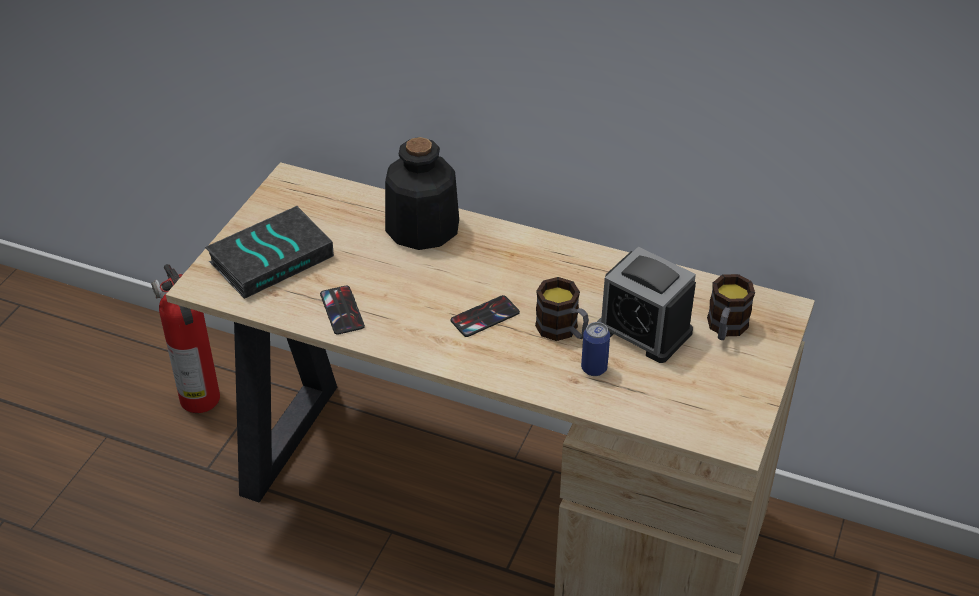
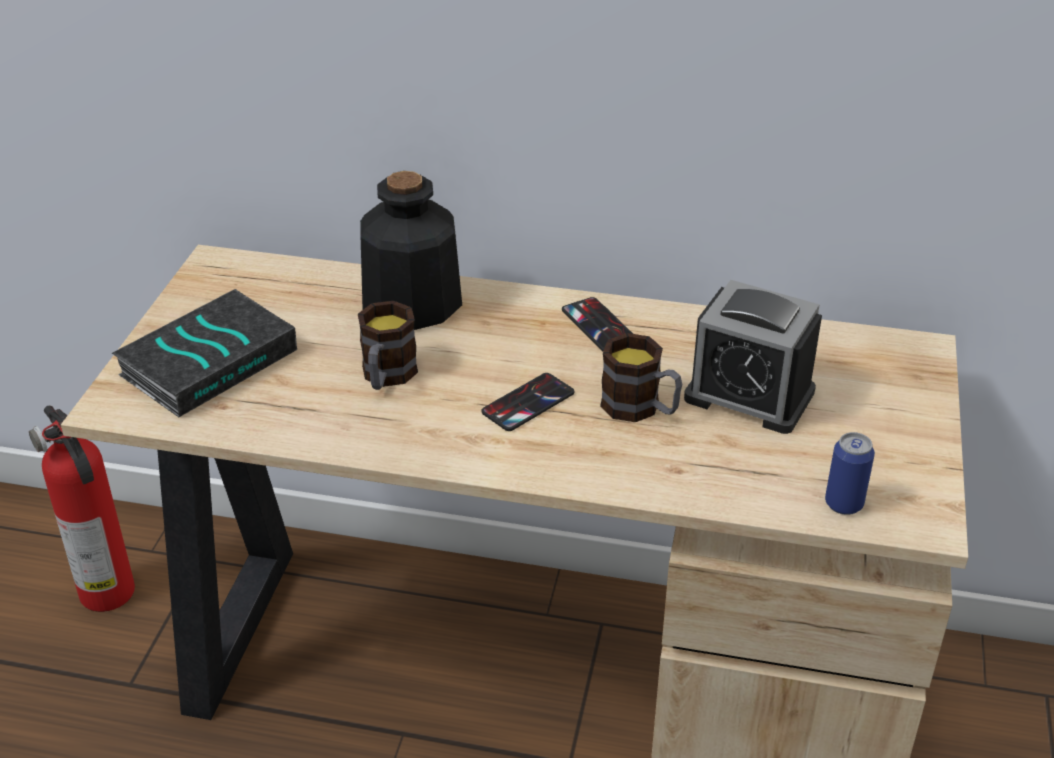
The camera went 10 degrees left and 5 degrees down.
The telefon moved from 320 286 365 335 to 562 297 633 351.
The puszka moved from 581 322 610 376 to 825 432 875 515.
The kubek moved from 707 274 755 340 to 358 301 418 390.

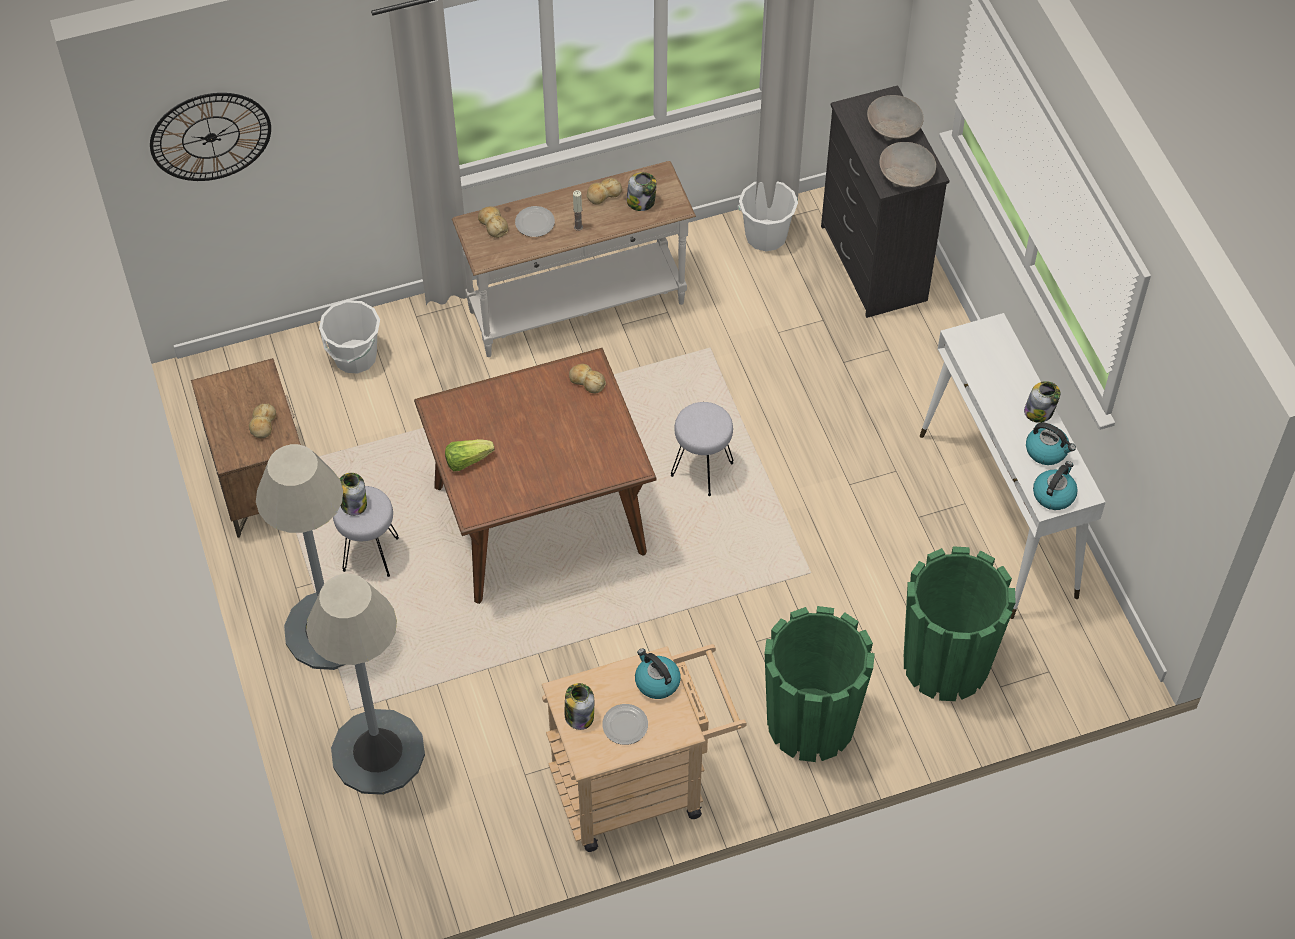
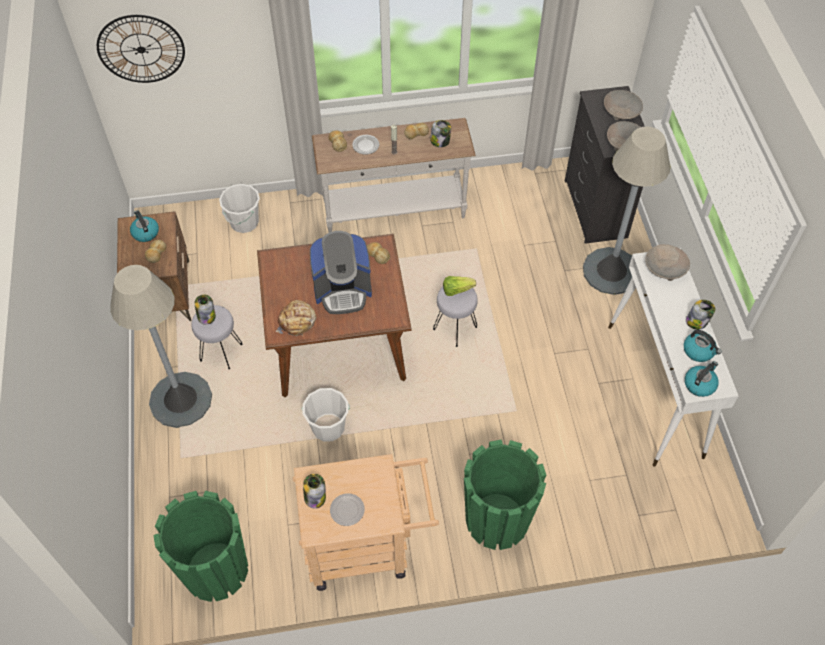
The camera went 10 degrees right and 0 degrees up.
The chleb at 276 300 316 336 appeared.
The ekspres do kawy at 310 231 372 314 appeared.
The miska [beżowy] at 645 244 690 281 appeared.
The lampa stojąca [szary] moved from 306 574 425 795 to 583 127 670 295.
The sałata moved from 445 439 495 471 to 443 276 476 296.
The czajnik moved from 635 649 681 699 to 130 210 159 242.
The wiadro [biały] moved from 737 181 798 251 to 302 388 350 442.
The donica [zielony] moved from 904 546 1016 701 to 153 491 248 602.

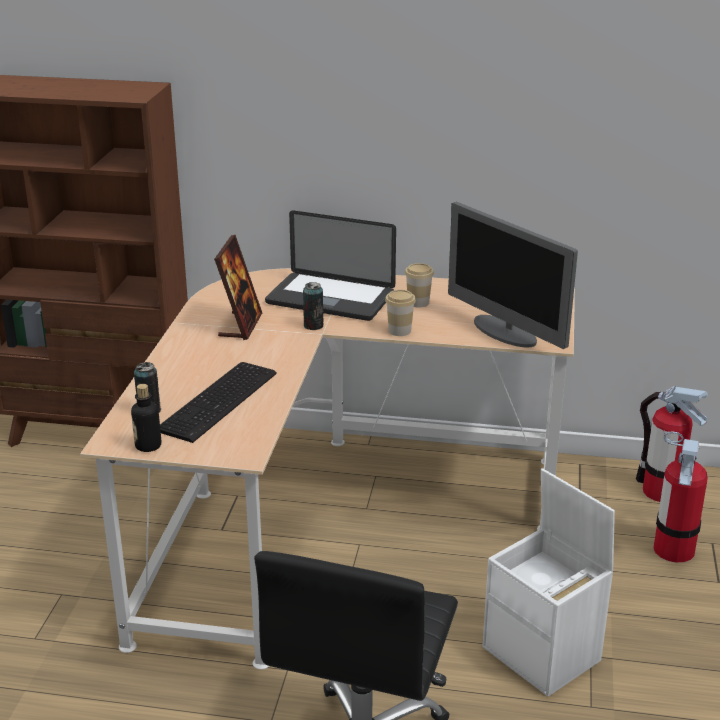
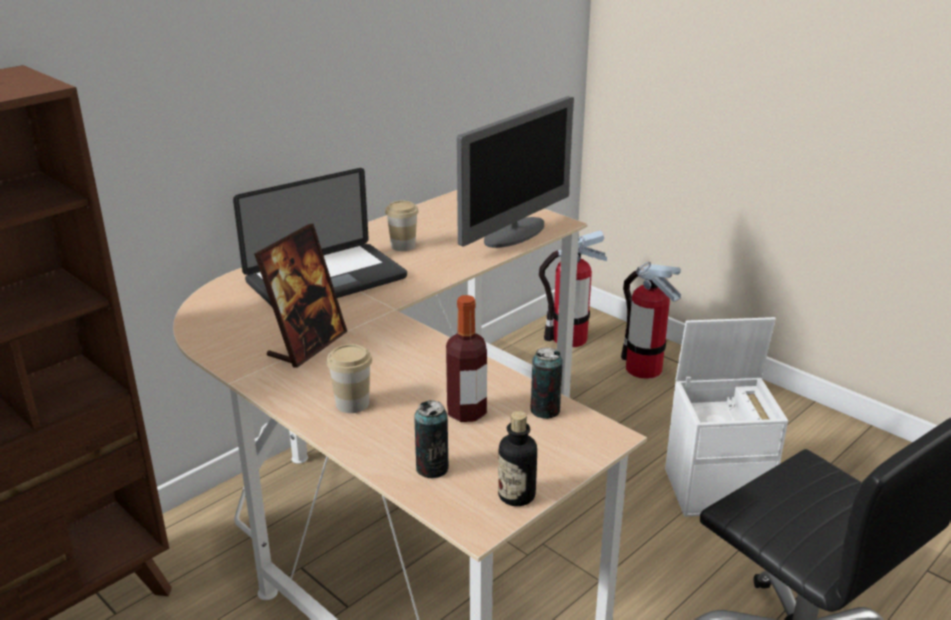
The camera went 55 degrees left and 0 degrees up.
The puszka moved from 303 282 323 330 to 530 347 563 419.
The filiżanka moved from 385 290 416 336 to 327 344 372 413.
The klawiatura at 160 362 277 443 was replaced by the butelka at 446 295 487 422.
The ramka na zdjęcie at 214 235 262 340 turned 75 degrees clockwise.
The monitor at 448 202 578 349 turned 45 degrees counterclockwise.

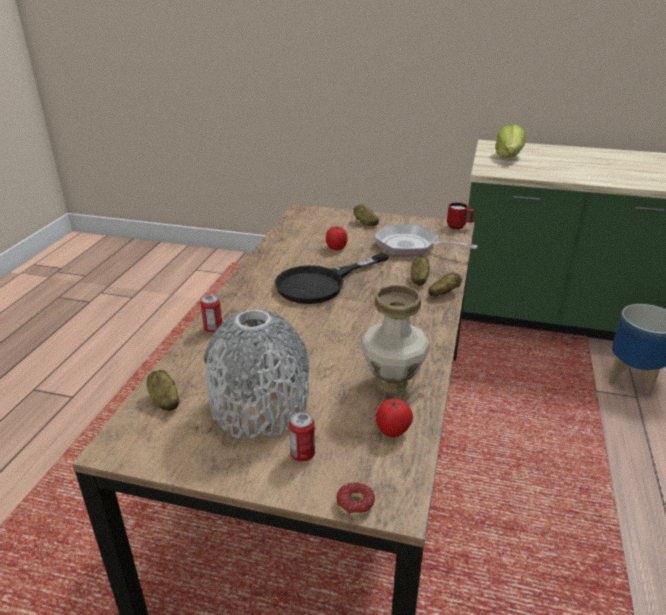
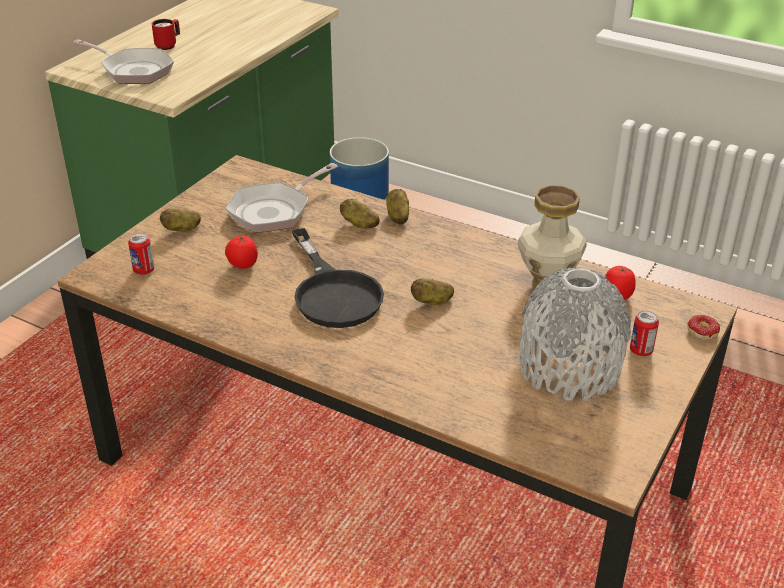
The camera went 75 degrees left and 5 degrees up.
The ziemniak moved from 146 370 179 411 to 411 278 454 305.
The puszka moved from 201 295 222 333 to 128 233 154 275.
The kubek [czerwony] moved from 447 202 474 229 to 152 19 180 50.
The sałata at 495 124 525 158 was replaced by the patelnia at 73 39 174 84.

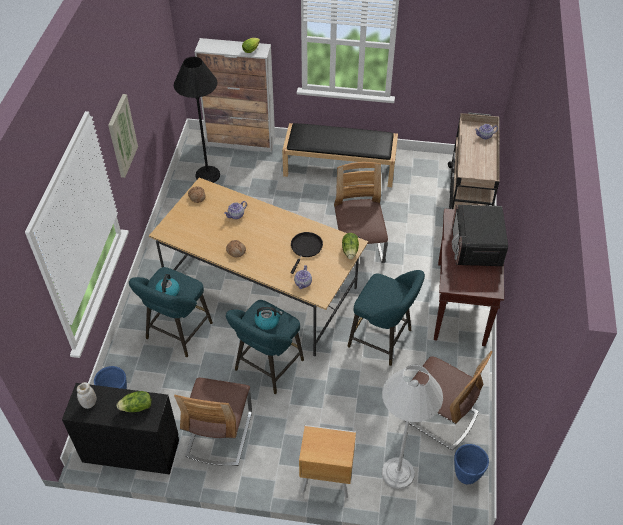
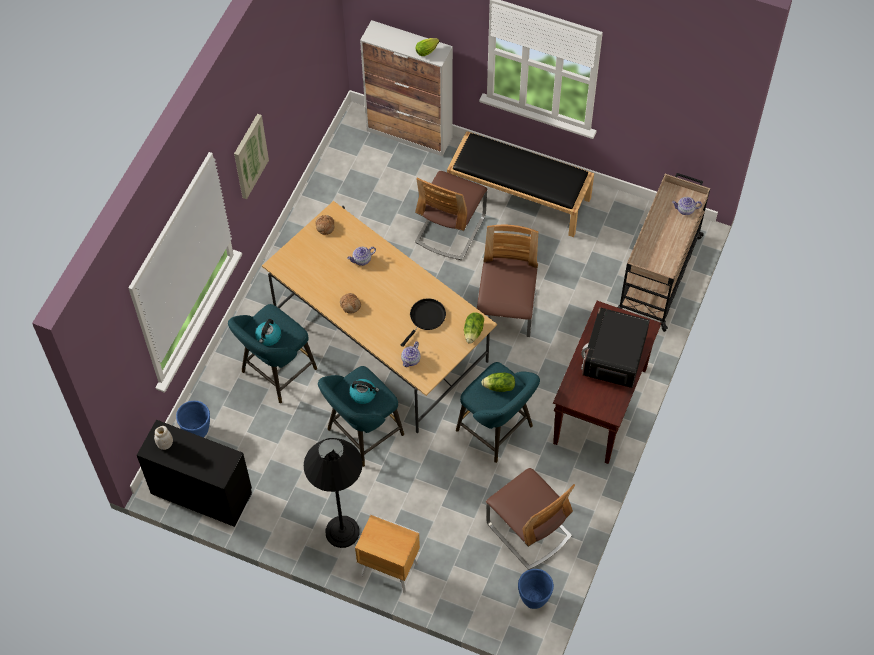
The camera went 15 degrees right and 10 degrees up.
The lampa stojąca [biały] at 382 364 443 489 disappeared.
The sałata moved from 117 391 152 412 to 481 373 515 392.
The lampa stojąca [czarny] moved from 174 57 220 183 to 304 438 363 548.
The krzesło moved from 174 378 252 466 to 415 171 487 260.

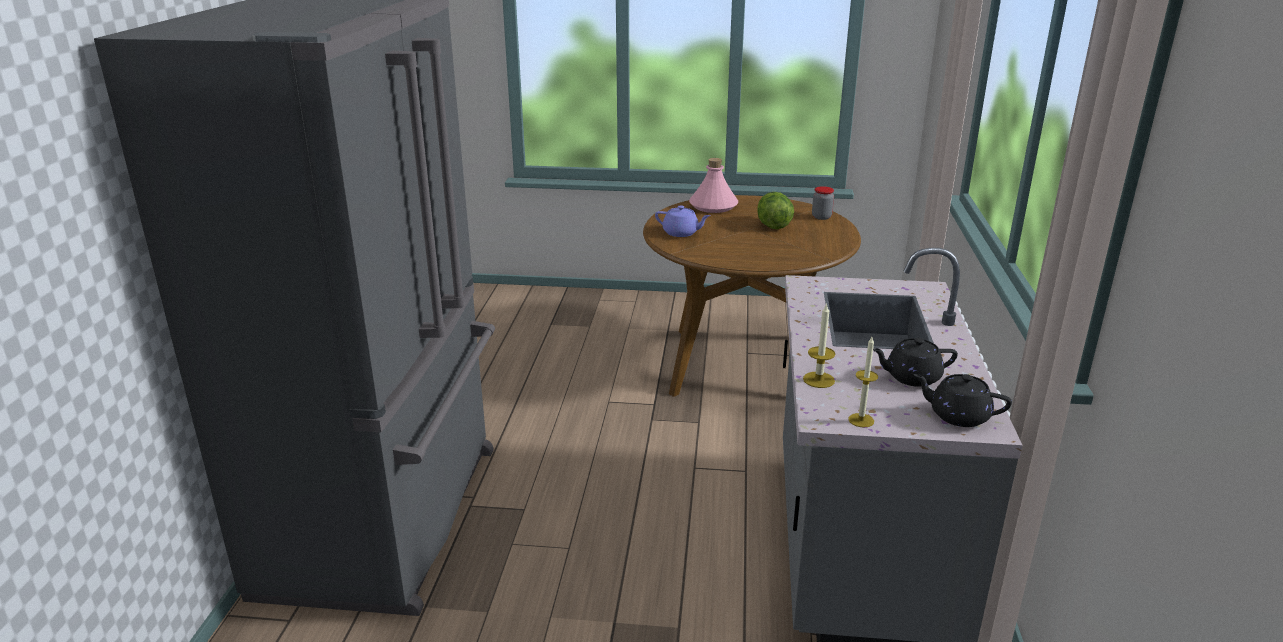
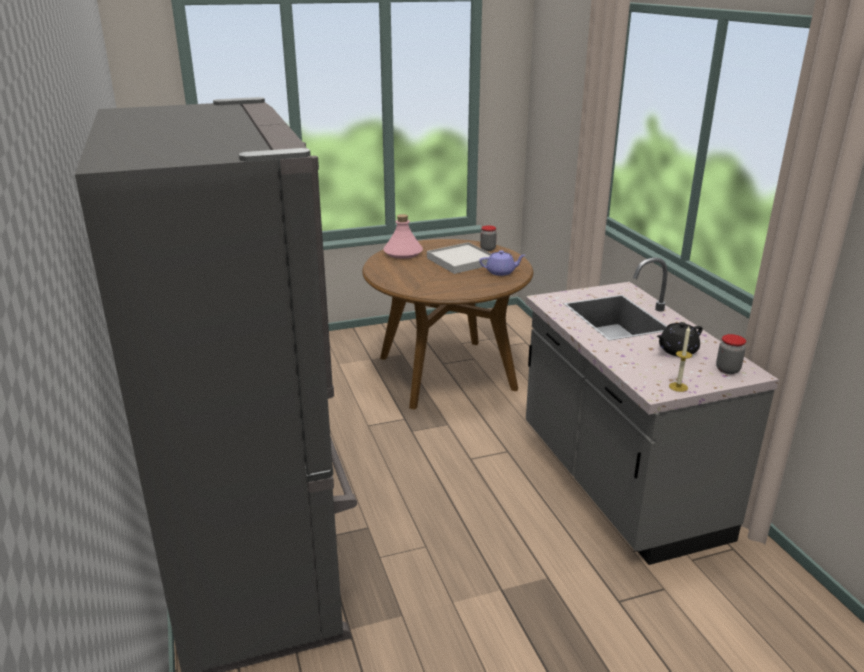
The camera went 25 degrees left and 0 degrees up.
The świeca at 803 303 836 388 disappeared.
The imbryk [fioletowy] moved from 655 205 711 237 to 479 250 525 276.
The sałata at 757 192 794 229 was replaced by the taca [biały] at 427 242 491 274.
The imbryk [czarny] at 913 374 1012 427 was replaced by the słoik at 716 334 746 374.

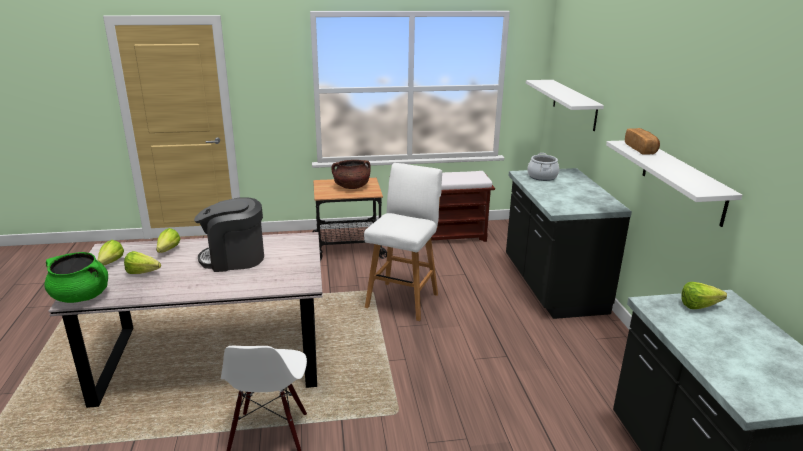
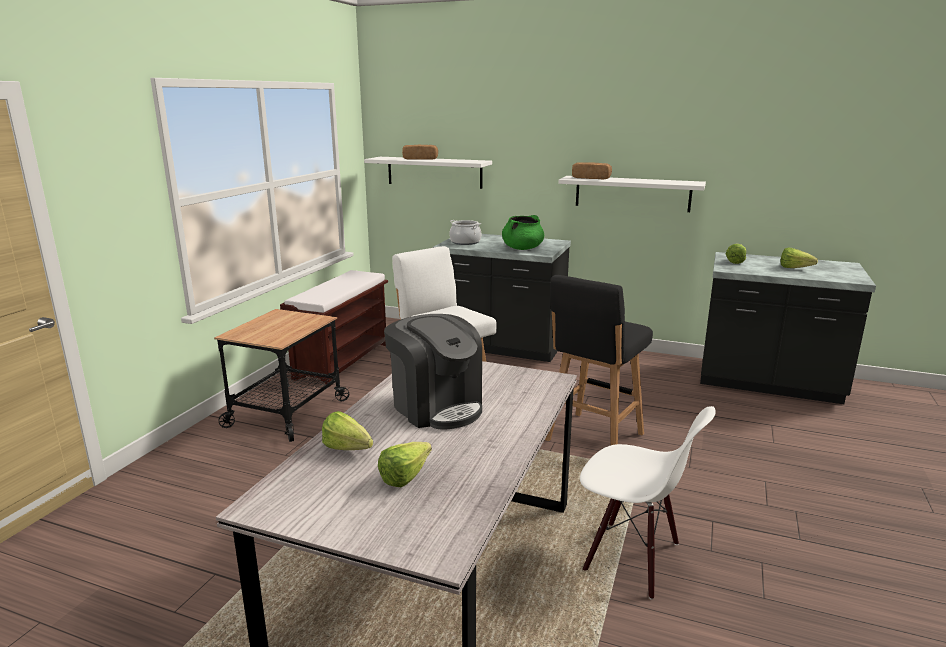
The camera went 60 degrees left and 5 degrees down.
The garnek [brązowy] at 331 160 371 189 disappeared.
The chleb at 402 145 438 160 appeared.
The stołek [czarny] at 545 275 653 445 appeared.
The garnek [zielony] moved from 44 252 108 303 to 502 215 544 250.
The sałata moved from 98 240 124 266 to 780 248 818 268.
The ekspres do kawy at 194 197 264 272 turned 60 degrees counterclockwise.

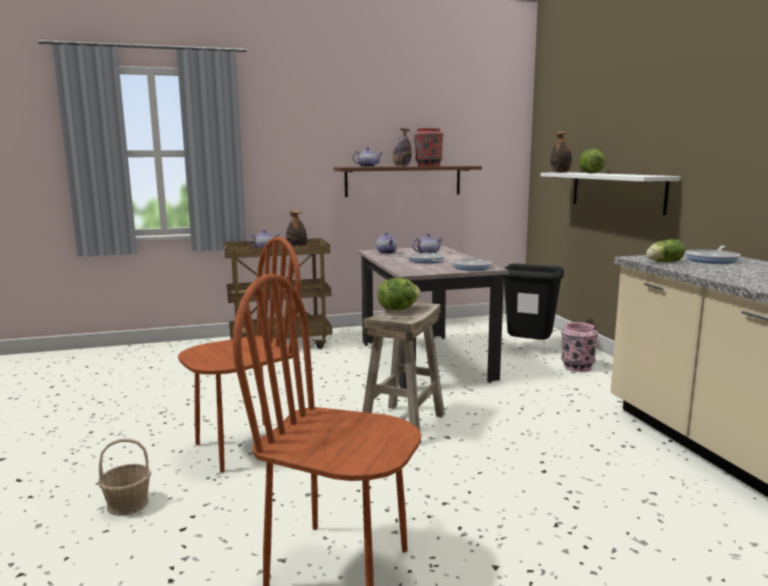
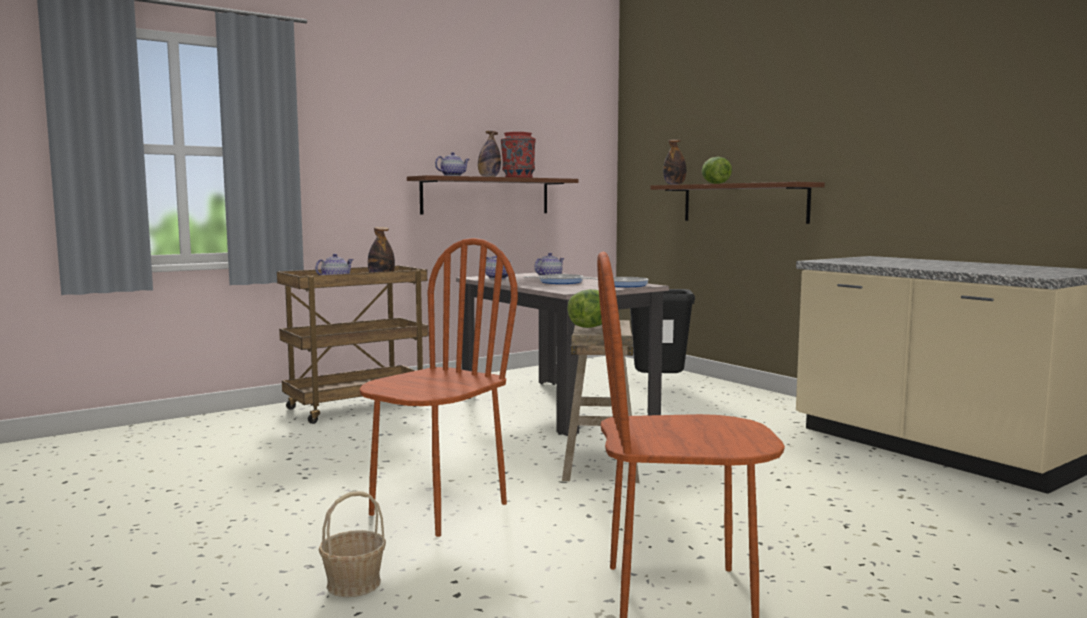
The camera went 20 degrees left and 5 degrees down.
The wazon [różowy] at 561 322 598 372 disappeared.
The sałata at 646 239 685 262 disappeared.
The patelnia at 685 246 740 263 disappeared.
The półka [biały] at 540 172 680 215 became the półka [brązowy] at 650 182 825 224.

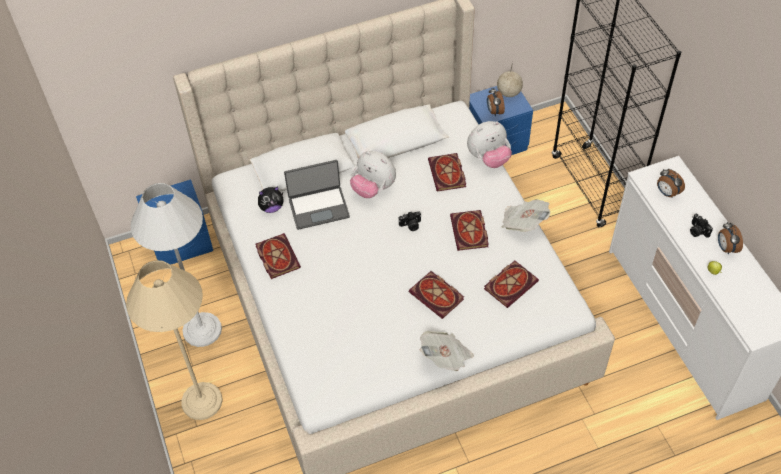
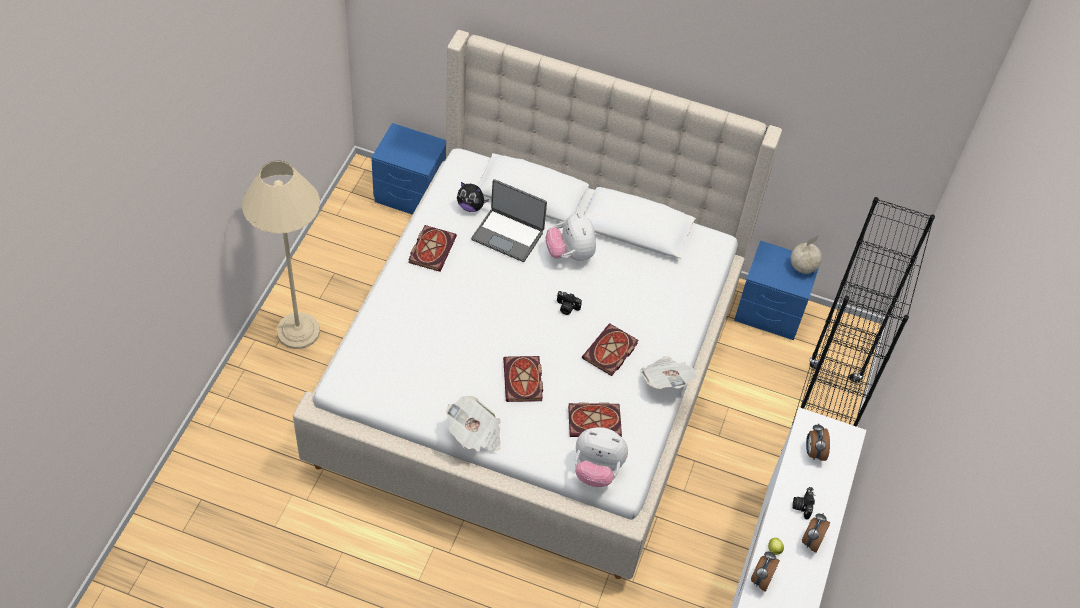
The camera went 35 degrees right and 0 degrees up.
The lampa stojąca [biały] at 130 183 222 347 disappeared.
The książka at 428 153 466 192 disappeared.
The pluszak moved from 467 121 512 168 to 575 427 628 487.
The budzik moved from 487 88 505 116 to 751 551 780 592.

